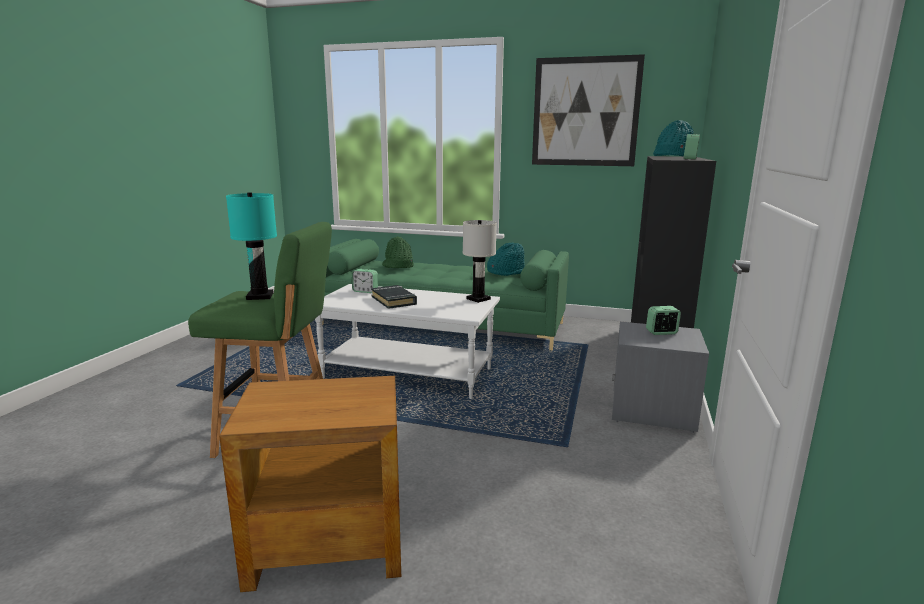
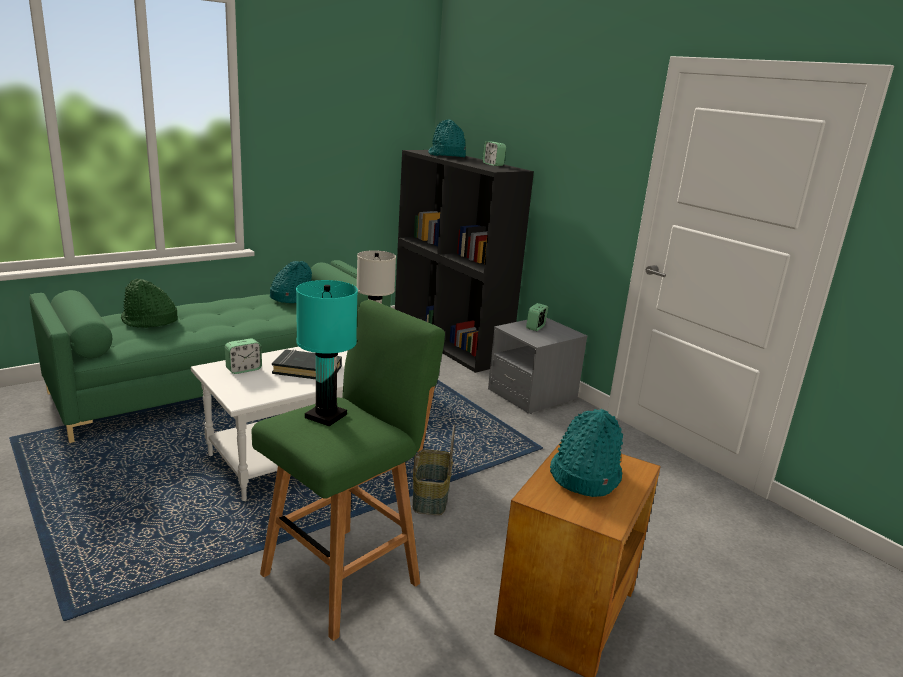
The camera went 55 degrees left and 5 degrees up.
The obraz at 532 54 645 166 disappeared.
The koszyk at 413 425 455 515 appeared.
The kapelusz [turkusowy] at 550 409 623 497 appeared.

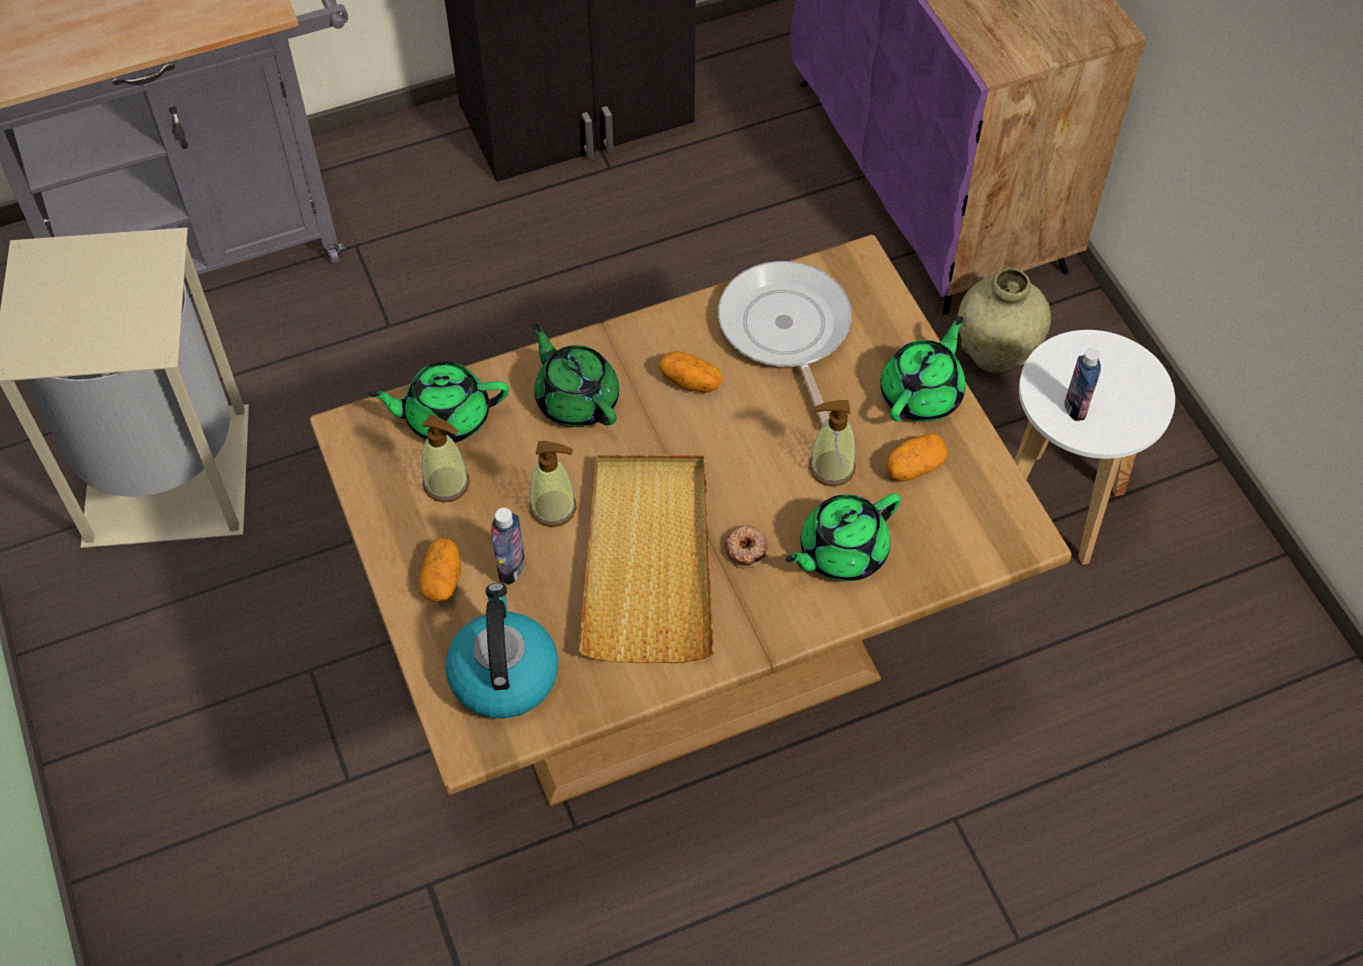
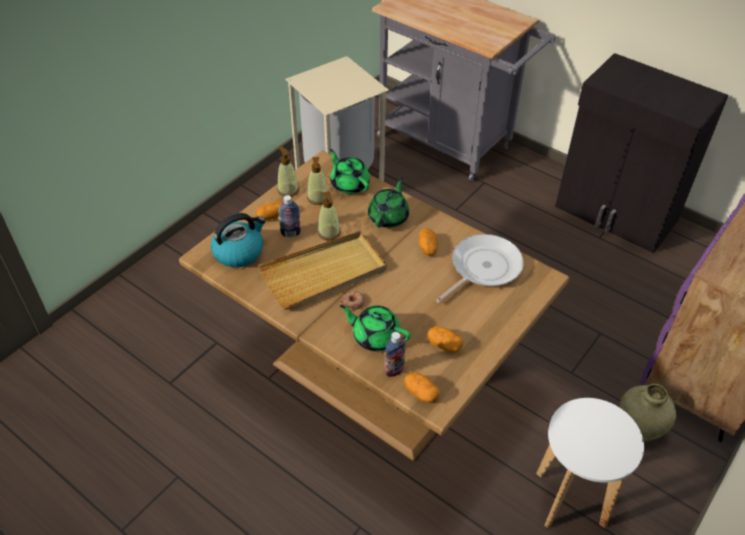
The camera went 60 degrees right and 10 degrees down.
The imbryk [zielony] at 880 316 966 422 disappeared.
The ziemniak at 404 372 440 402 appeared.
The dozownik mydła moved from 809 400 856 486 to 278 146 299 196.
The butelka moved from 1065 348 1101 421 to 385 332 406 377.

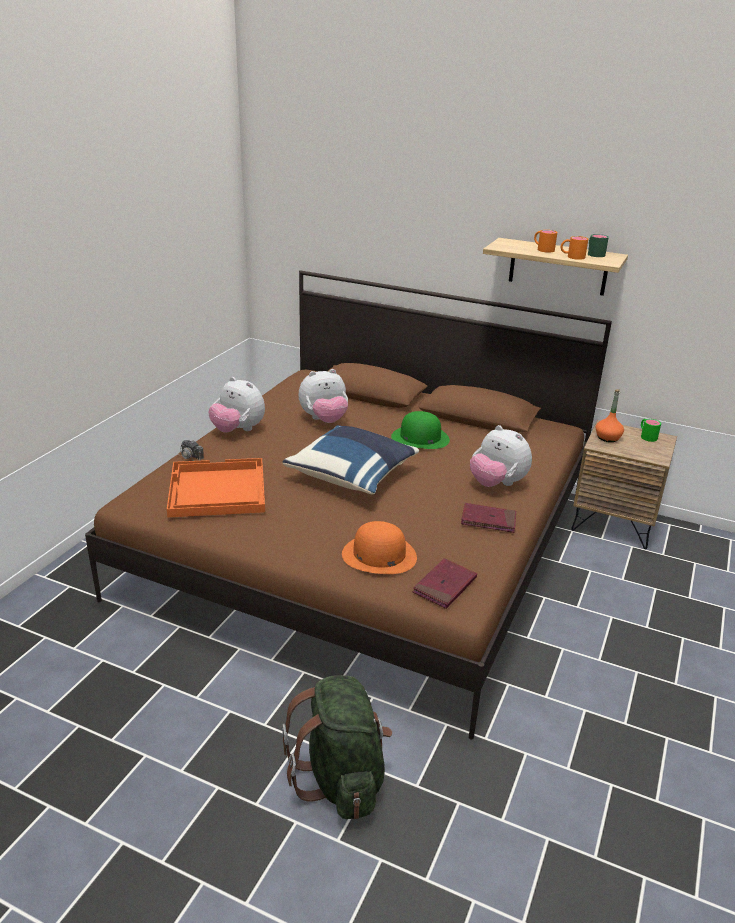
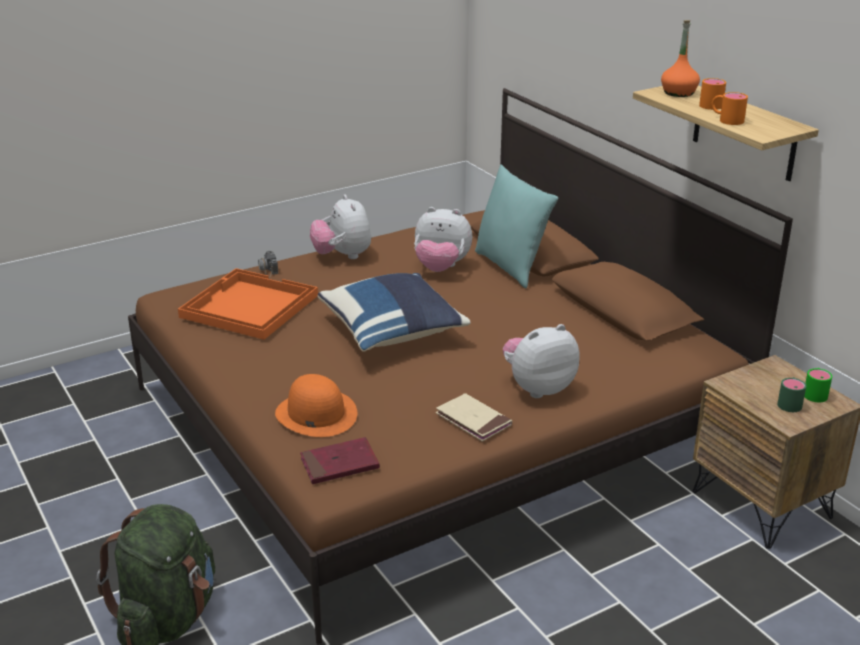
The camera went 35 degrees right and 0 degrees up.
The kapelusz [zielony] at 391 411 450 449 disappeared.
The poduszka [turkusowy] at 475 164 558 288 appeared.
The kubek [zielony] moved from 588 234 609 257 to 777 377 806 412.
The butelka [pomarańczowy] moved from 596 389 624 442 to 661 20 700 97.
The książka [czerwony] at 461 503 516 533 became the książka [beżowy] at 436 393 512 442.
The pluszak at 470 425 532 487 turned 75 degrees clockwise.

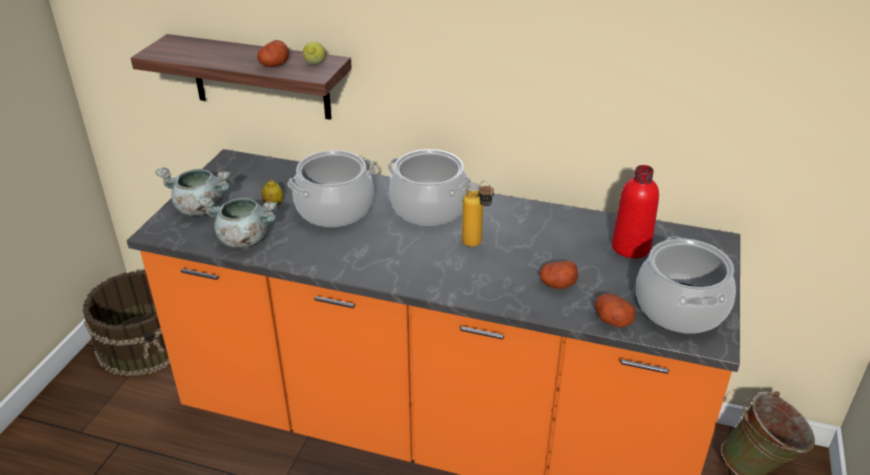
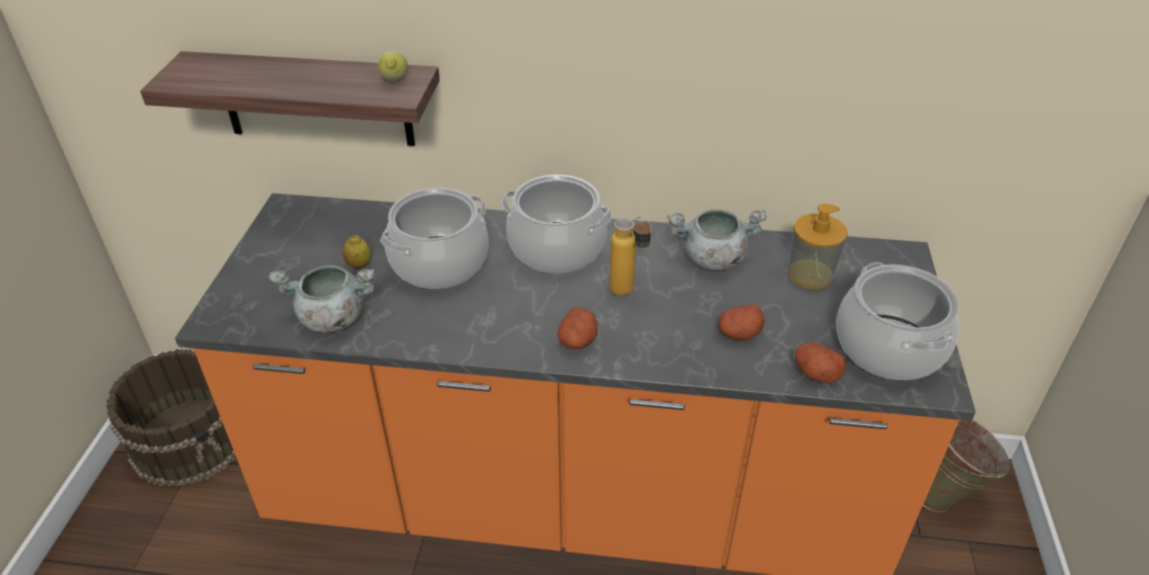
The camera went 10 degrees left and 5 degrees up.
The garnek [szary] moved from 155 168 231 216 to 667 209 767 270.
The ziemniak moved from 257 40 289 67 to 557 307 598 349.
The butelka [czerwony] at 612 165 659 258 was replaced by the dozownik mydła at 788 204 848 289.

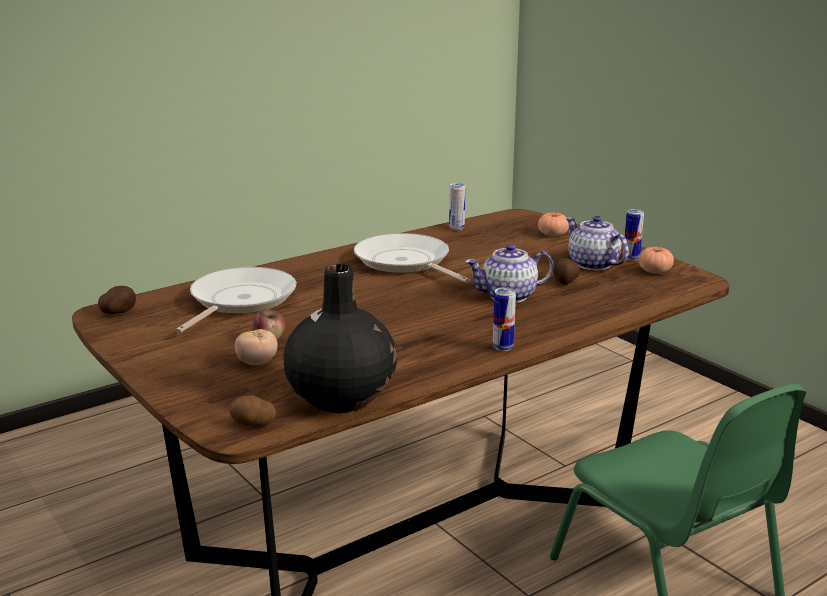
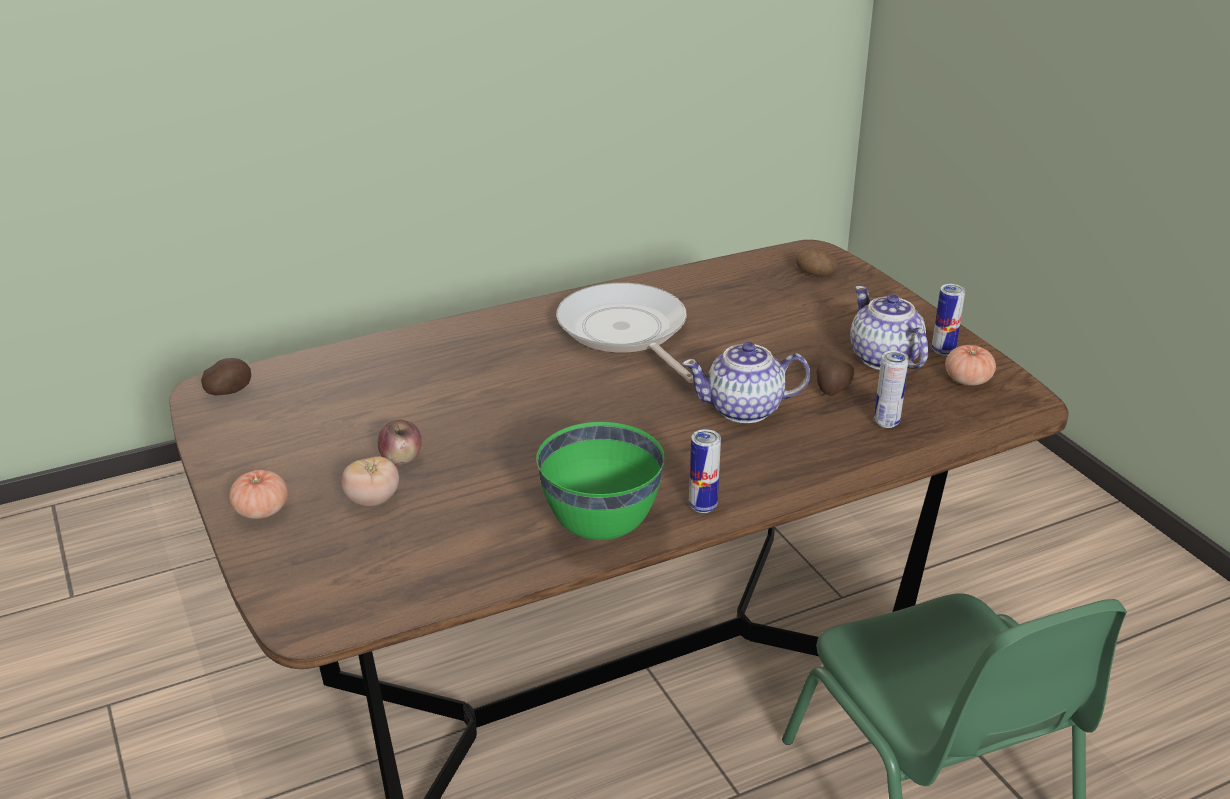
The camera went 10 degrees right and 10 degrees up.
The patelnia at 175 267 296 333 disappeared.
The wazon [czarny] at 283 264 397 413 disappeared.
The miska [zielony] at 536 422 665 540 appeared.
The ziemniak moved from 229 395 276 427 to 795 248 837 276.
The puszka moved from 449 183 466 230 to 874 351 909 428.
The pomidor moved from 538 213 569 237 to 229 470 288 519.

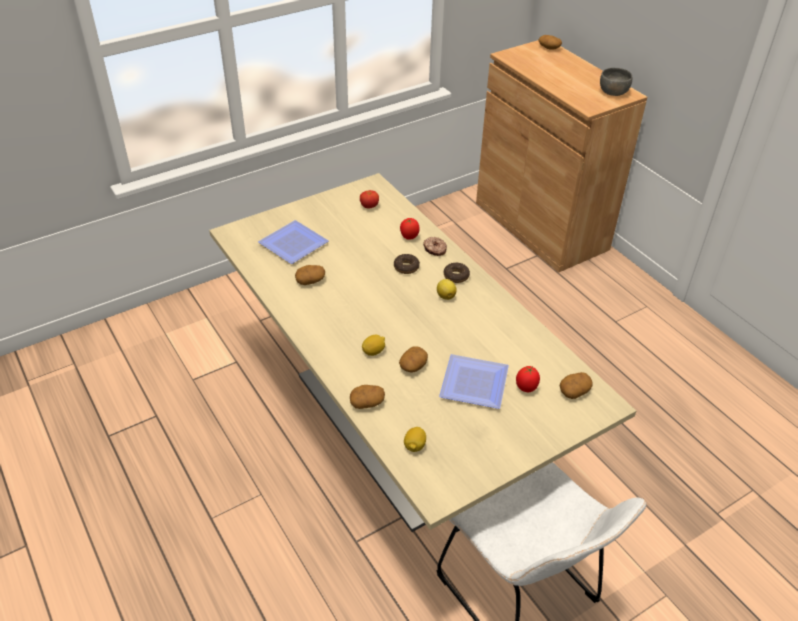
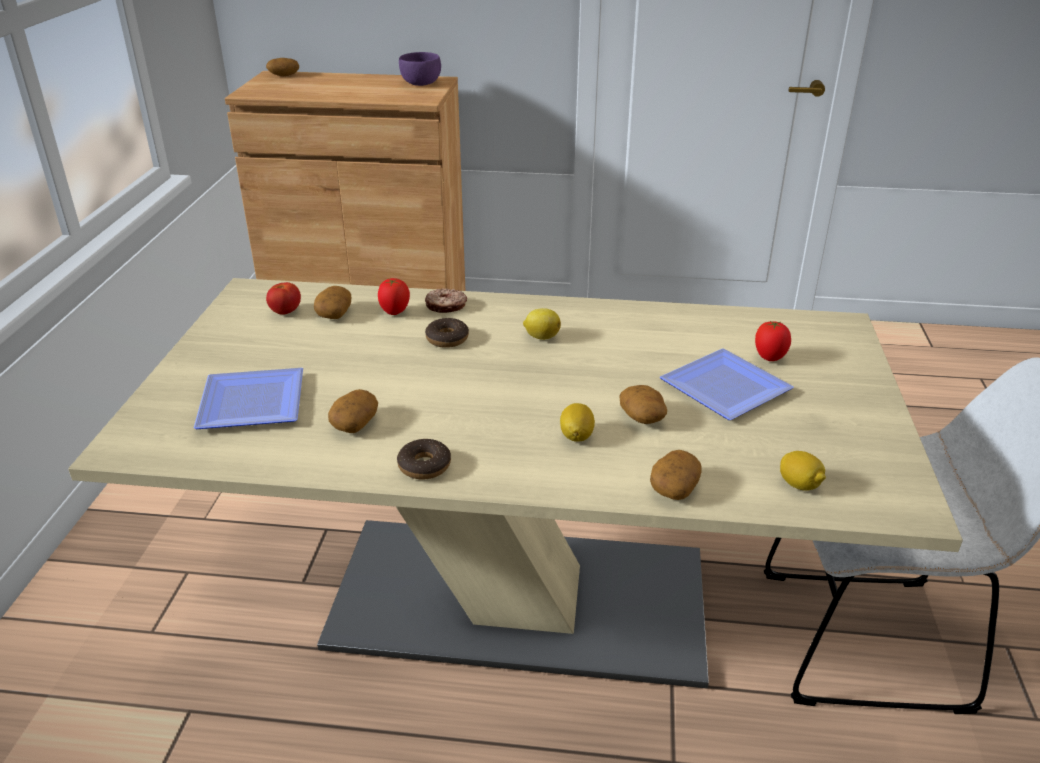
The camera went 50 degrees left and 10 degrees down.
The donut moved from 444 263 470 283 to 397 439 451 479.
The ziemniak moved from 559 372 593 399 to 314 286 351 319.
The miska [szary] at 600 68 633 96 became the miska [fioletowy] at 399 52 441 86.

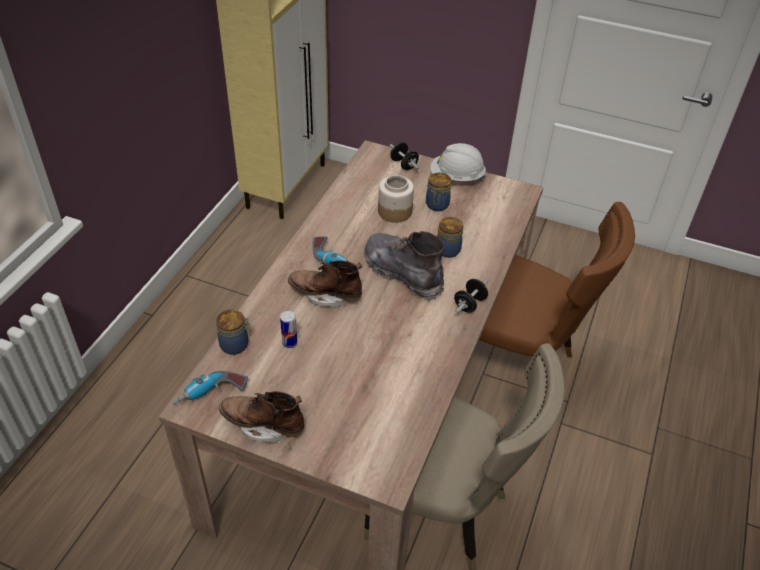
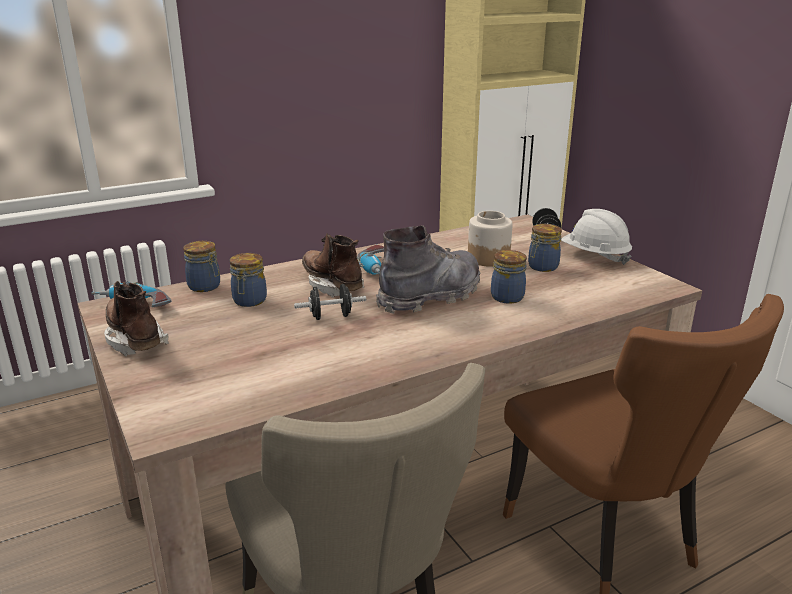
The camera went 40 degrees right and 20 degrees down.
The hantel [czarny] moved from 454 279 488 313 to 294 284 366 320.
The puszka at 280 311 297 348 was replaced by the słoik at 230 253 267 307.
The but z cholewką [szary] at 364 231 445 301 turned 60 degrees clockwise.

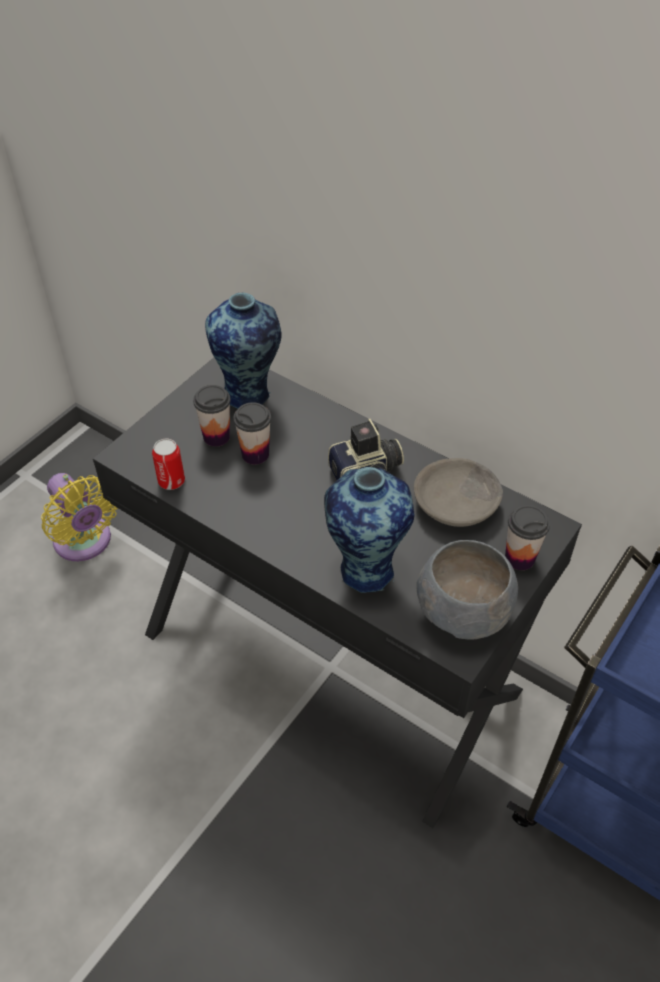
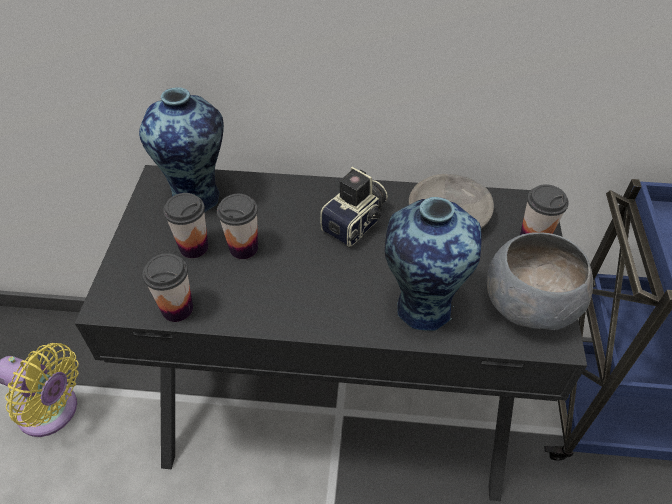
The camera went 30 degrees left and 0 degrees up.
The puszka at 152 438 185 490 was replaced by the filiżanka at 142 253 193 322.

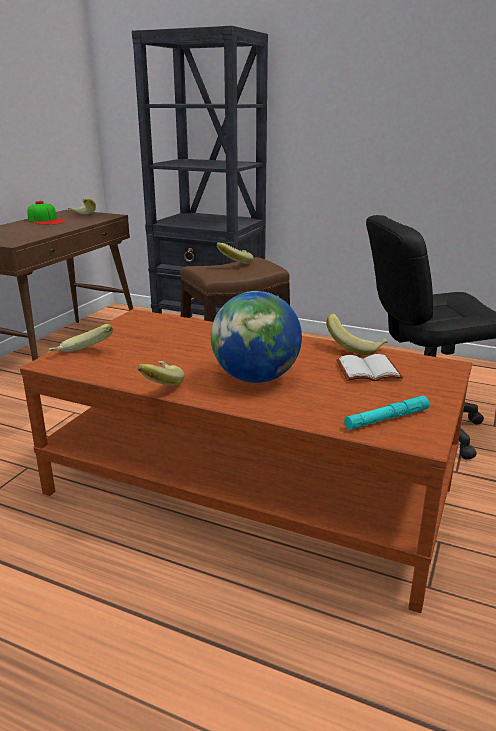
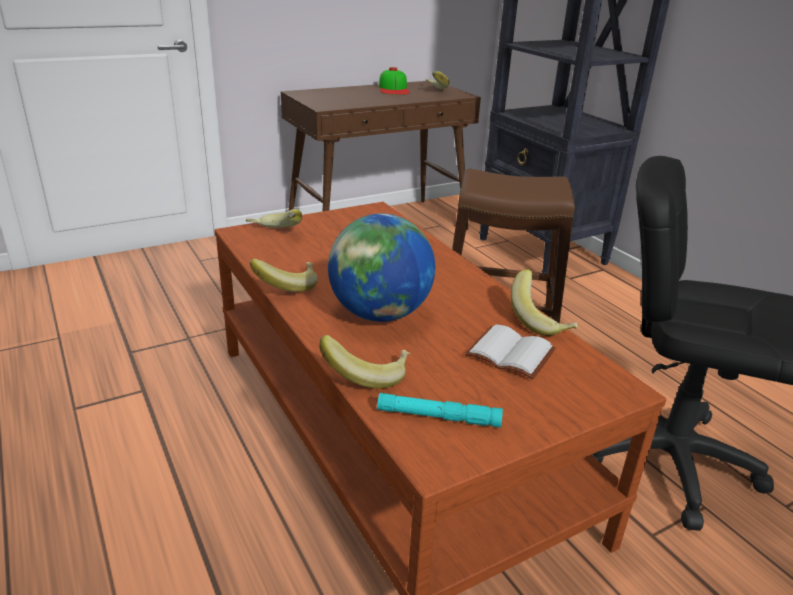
The camera went 35 degrees right and 5 degrees up.
The banan moved from 216 242 253 264 to 319 335 410 388.

